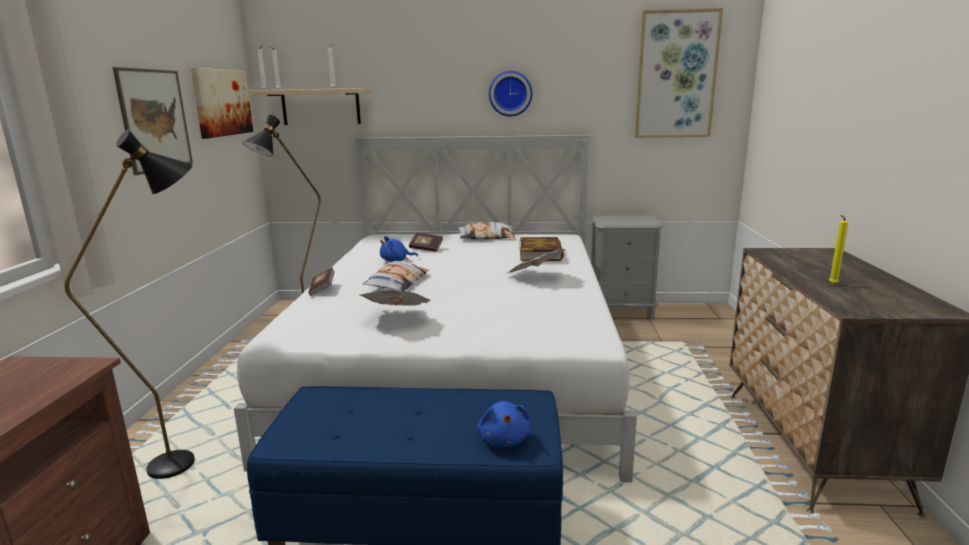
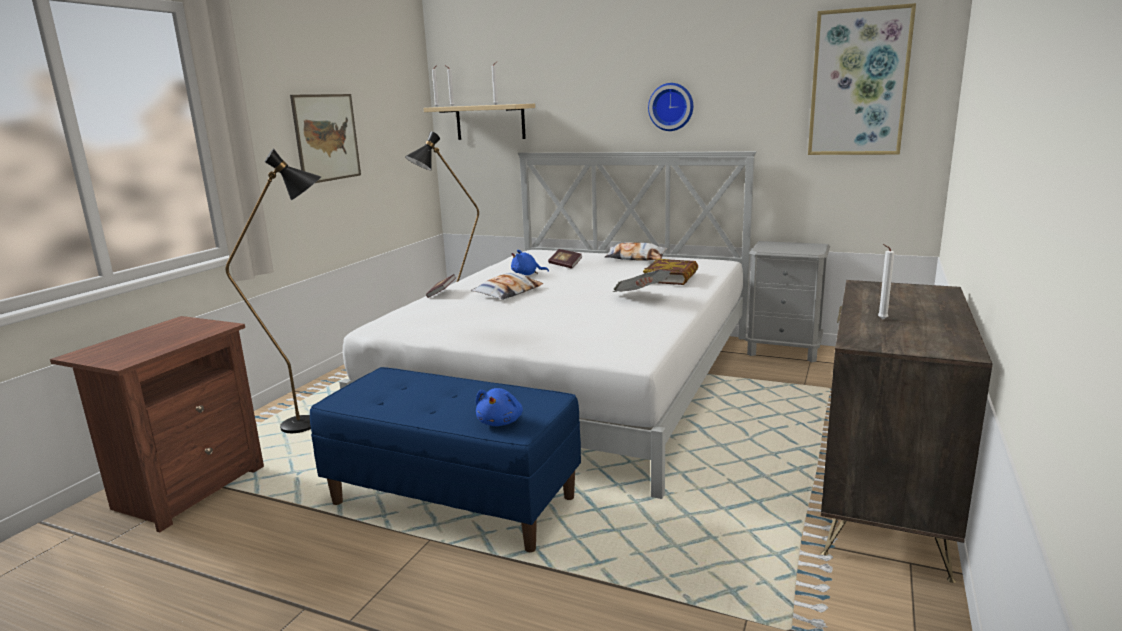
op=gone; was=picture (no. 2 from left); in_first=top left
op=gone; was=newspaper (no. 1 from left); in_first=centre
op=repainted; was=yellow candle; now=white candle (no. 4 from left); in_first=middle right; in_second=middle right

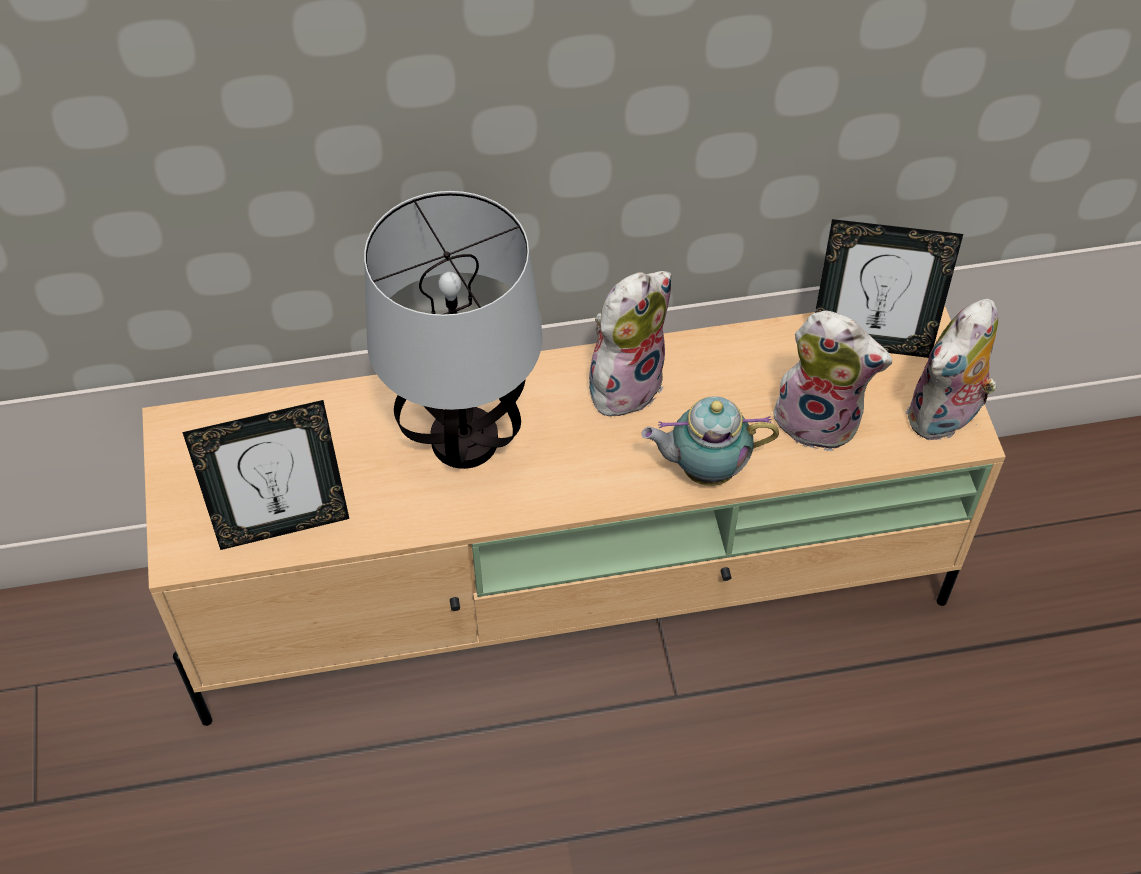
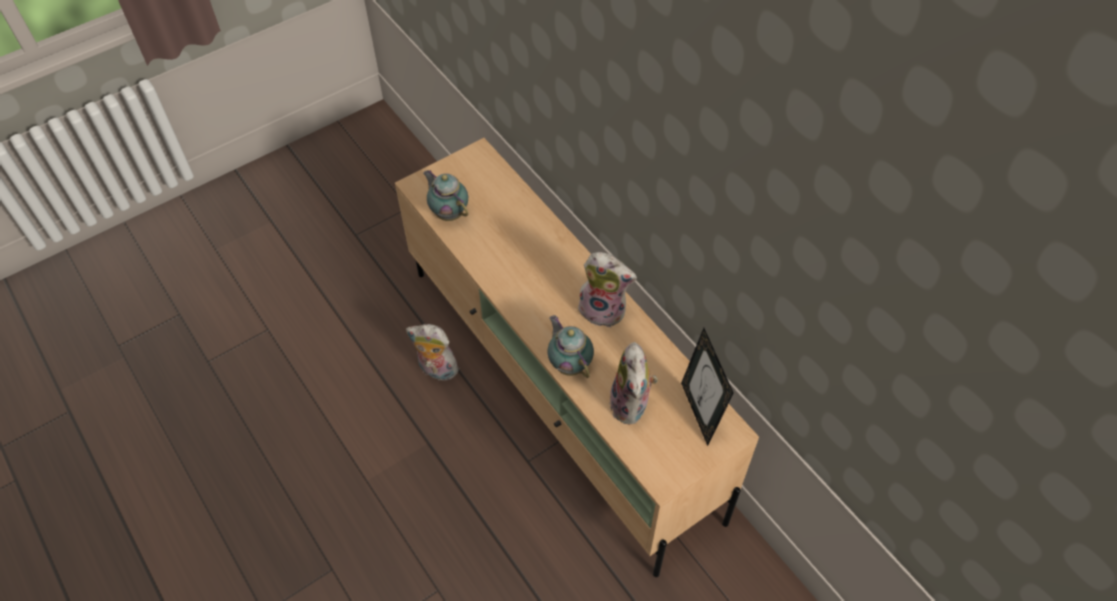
op=swapped; was=picture frame (no. 1 from left); now=teapot (no. 1 from left); in_first=middle left; in_second=top centre
op=gone; was=table lamp; in_first=centre
op=shifted; was=plush toy (no. 3 from left in the first image); now=plush toy (no. 1 from left); in_first=middle right; in_second=centre

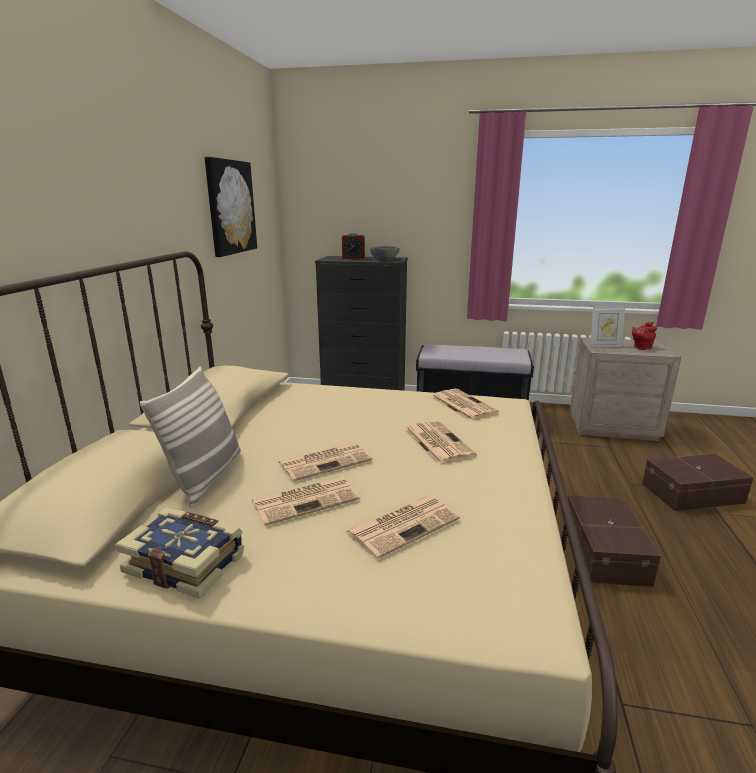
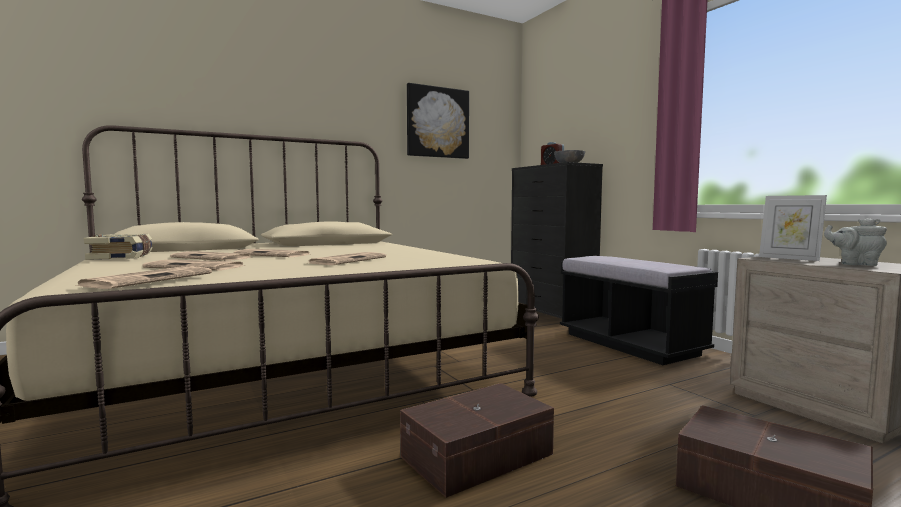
op=gone; was=pillow; in_first=middle left
op=shifted; was=newspaper (no. 5 from left in the first image); now=newspaper (no. 1 from left); in_first=centre; in_second=middle left
op=repainted; was=red teapot; now=grey teapot; in_first=middle right; in_second=middle right

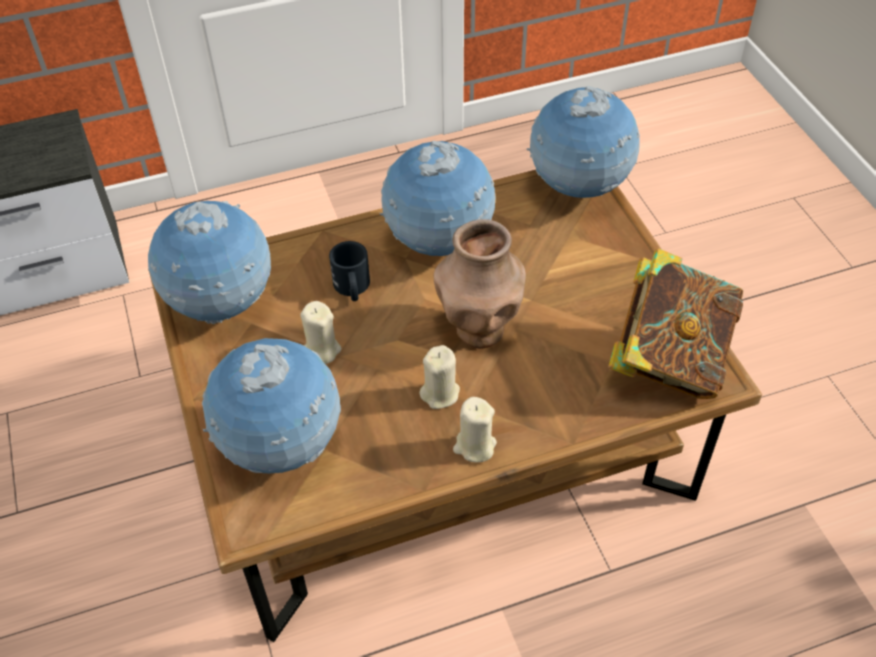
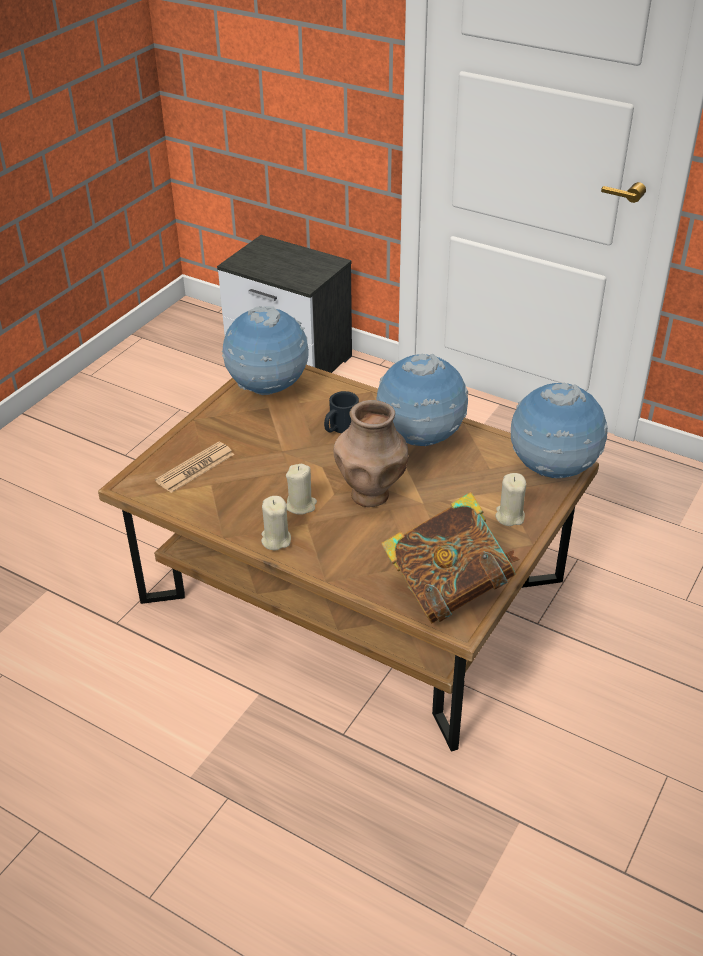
op=swapped; was=globe (no. 2 from left); now=newspaper; in_first=middle left; in_second=middle left
op=shifted; was=beige candle (no. 1 from left in the first image); now=beige candle (no. 3 from left); in_first=centre; in_second=middle right

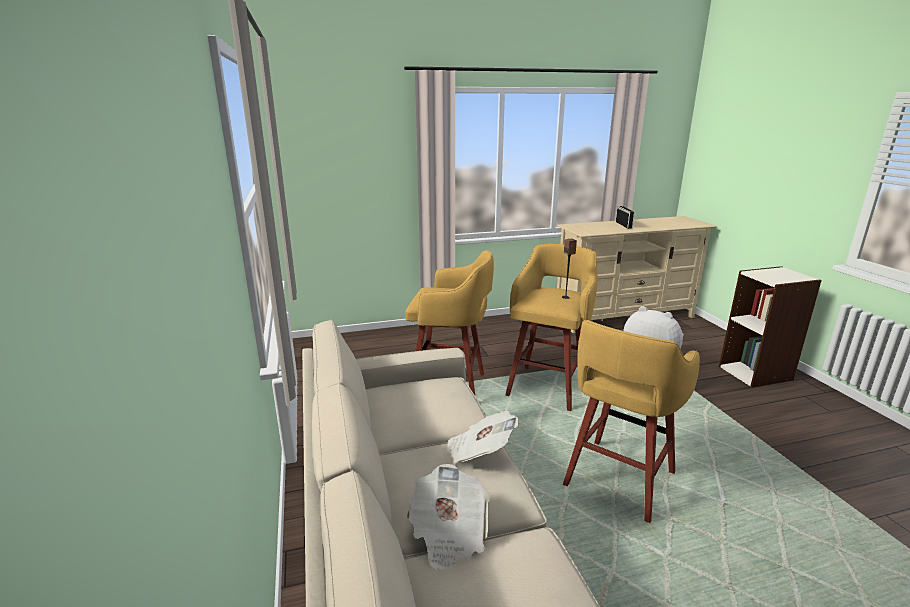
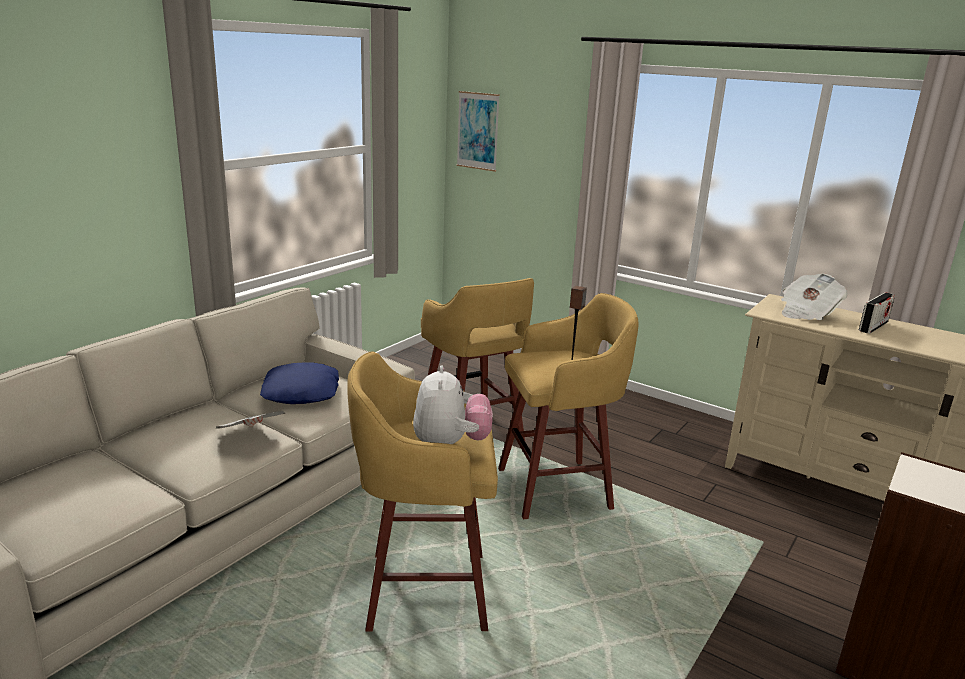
op=shifted; was=newspaper (no. 1 from left in the first image); now=newspaper (no. 2 from left); in_first=bottom centre; in_second=middle right
op=new; now=blue pillow; in_second=middle left
op=new; now=picture; in_second=top centre

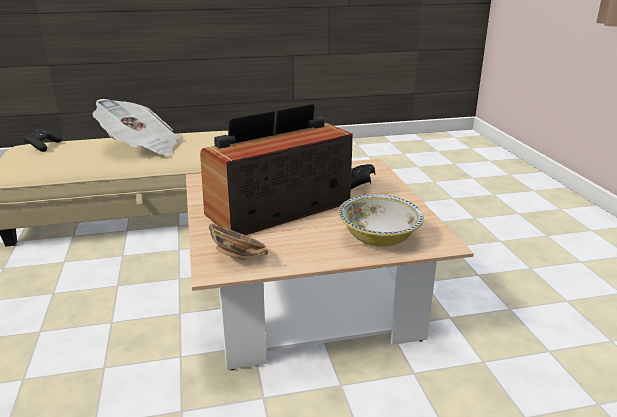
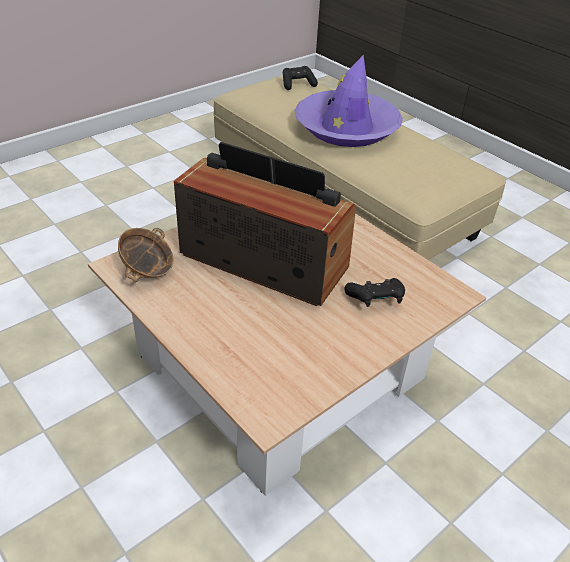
op=swapped; was=newspaper; now=purple hat; in_first=top left; in_second=top centre
op=gone; was=bowl (no. 2 from left); in_first=centre

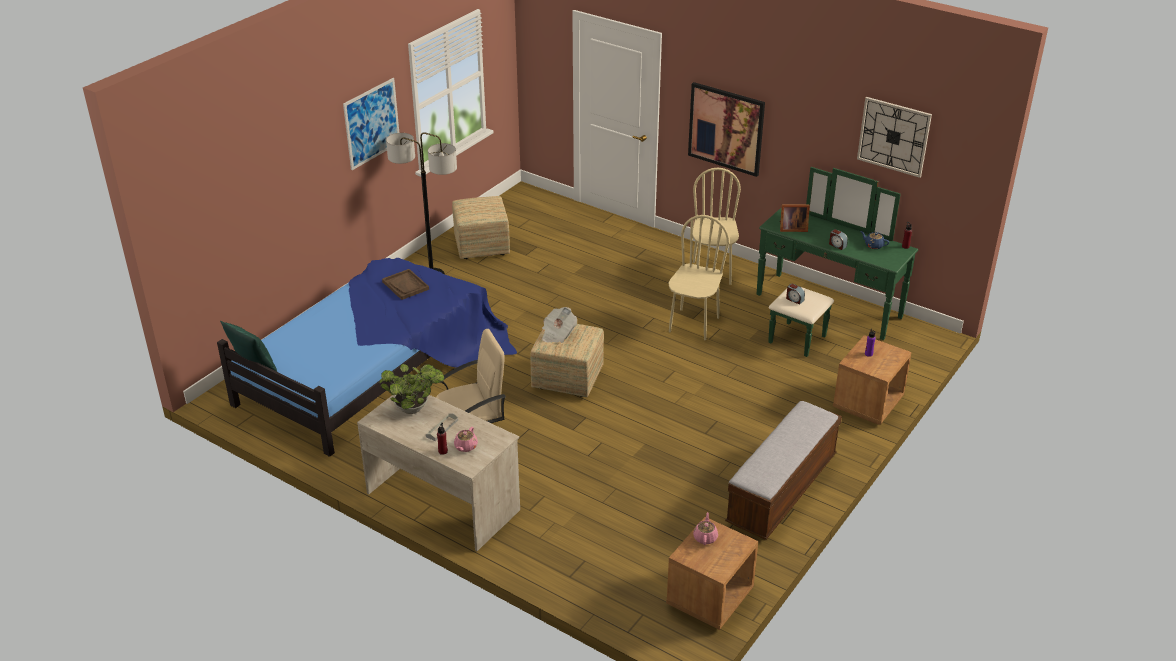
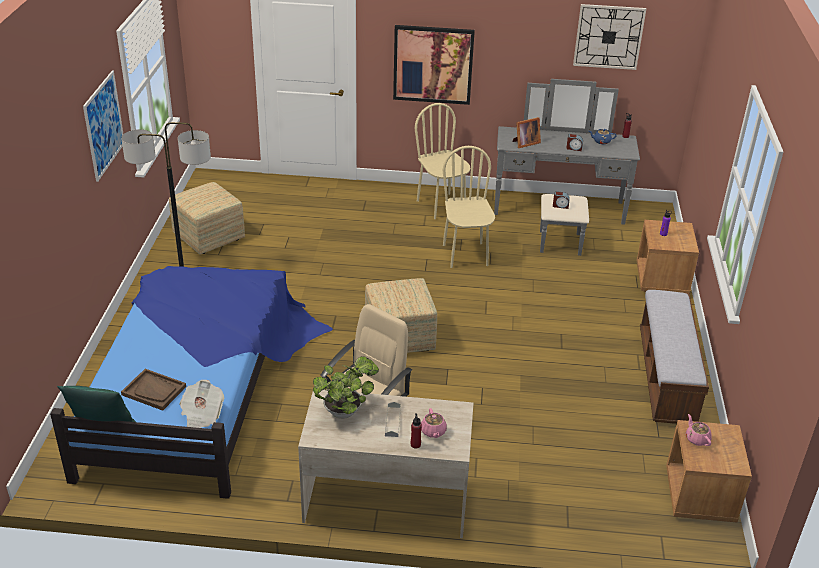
op=shifted; was=brown tray; in_first=centre; in_second=bottom left
op=shifted; was=newspaper; in_first=centre; in_second=bottom left
op=repainted; was=green dresser; now=grey dresser; in_first=middle right; in_second=top right

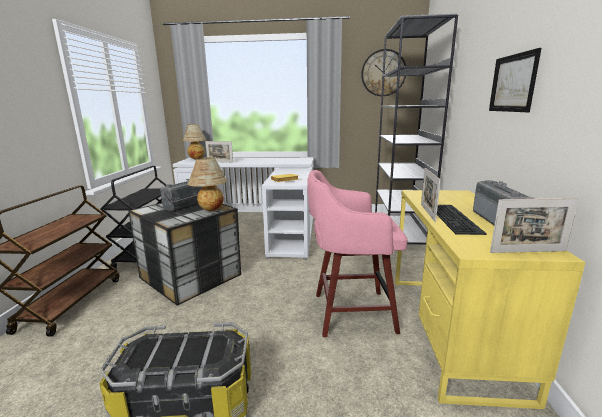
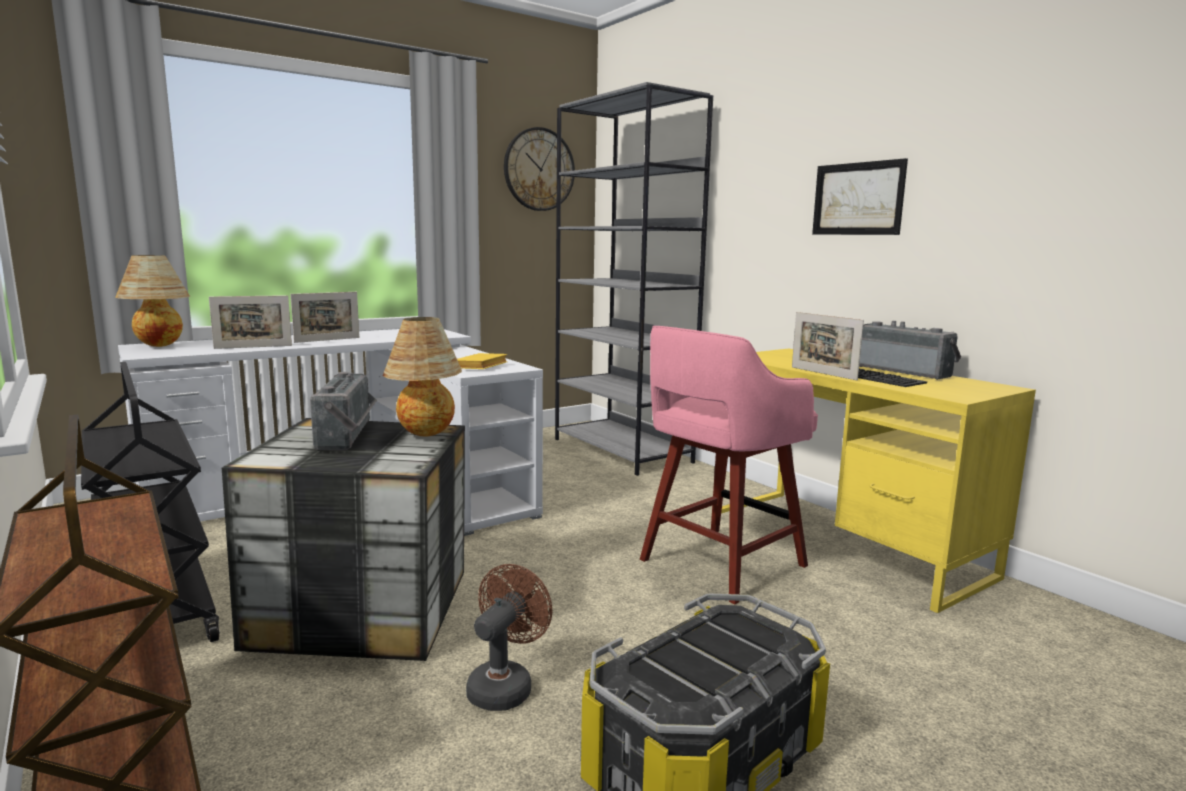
op=shifted; was=picture frame (no. 3 from left in the first image); now=picture frame (no. 2 from left); in_first=middle right; in_second=middle left
op=new; now=brown fan; in_second=bottom centre

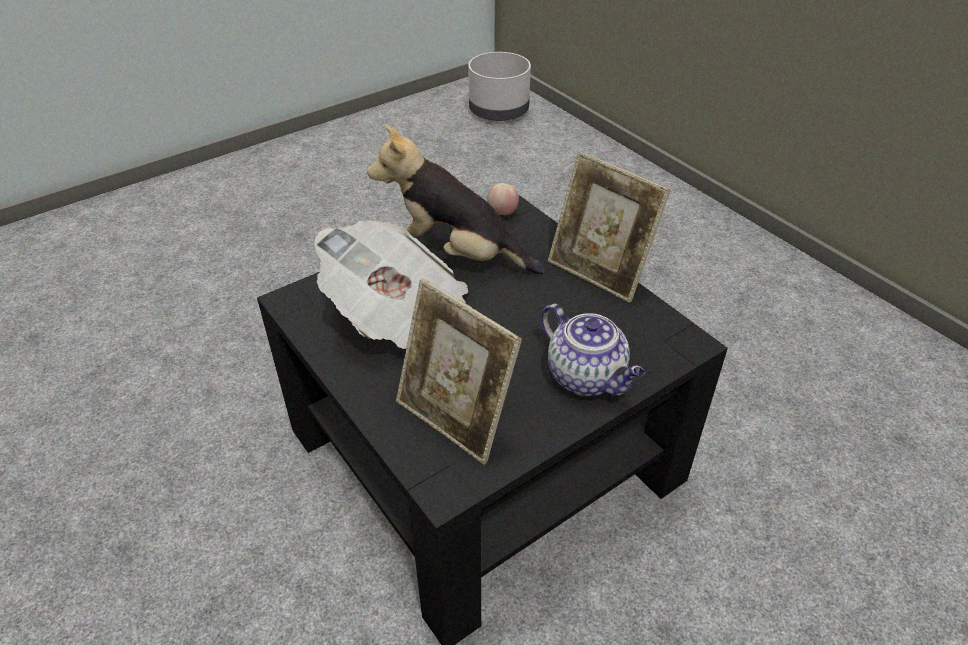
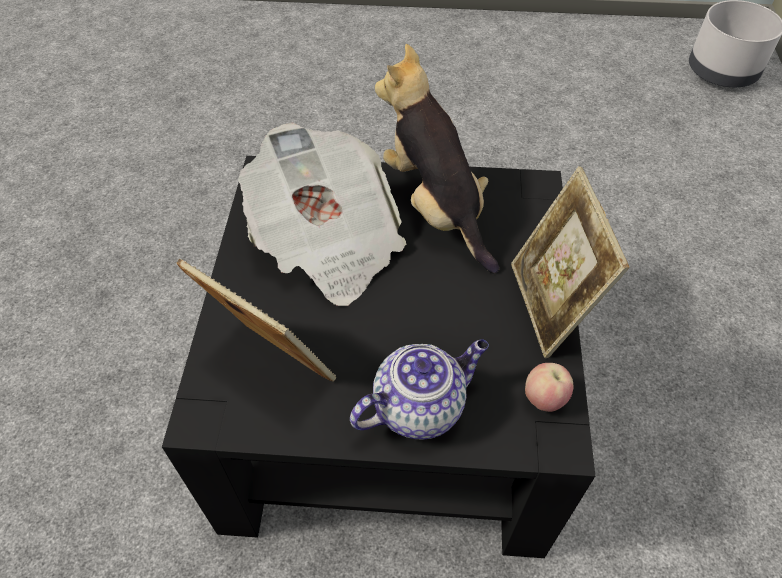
op=rotated; was=picture frame (no. 1 from left); in_first=centre; in_second=middle left; clockwise=135
op=shifted; was=apple; in_first=top centre; in_second=bottom right
op=rotated; was=teapot; in_first=centre; in_second=bottom centre; clockwise=-120

